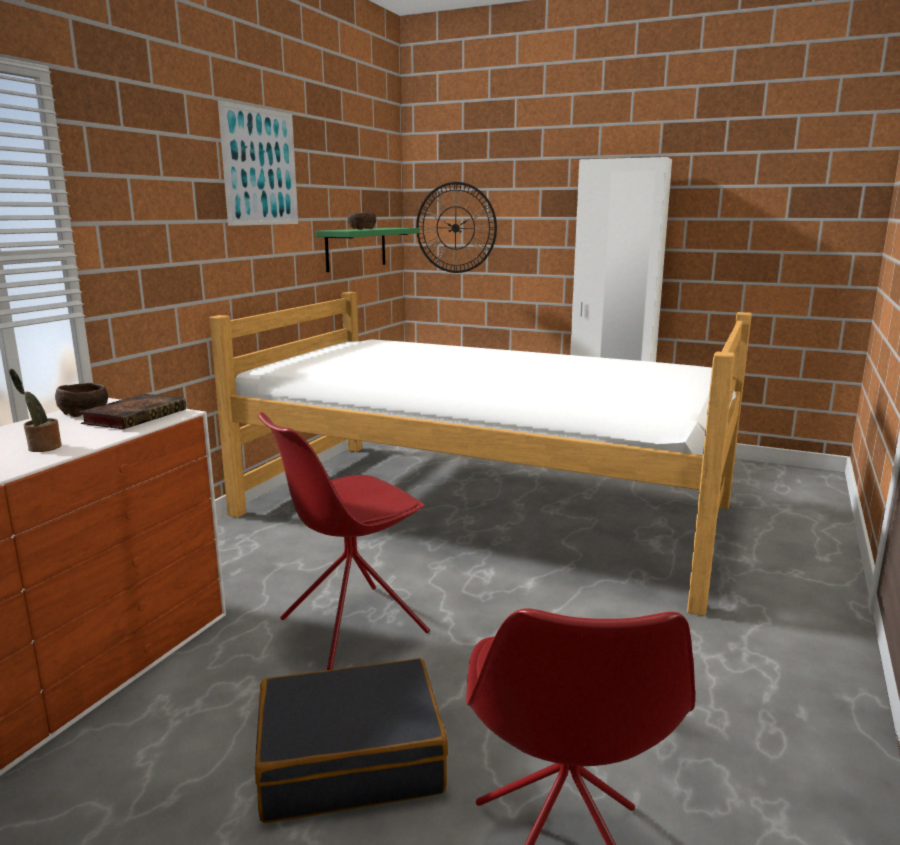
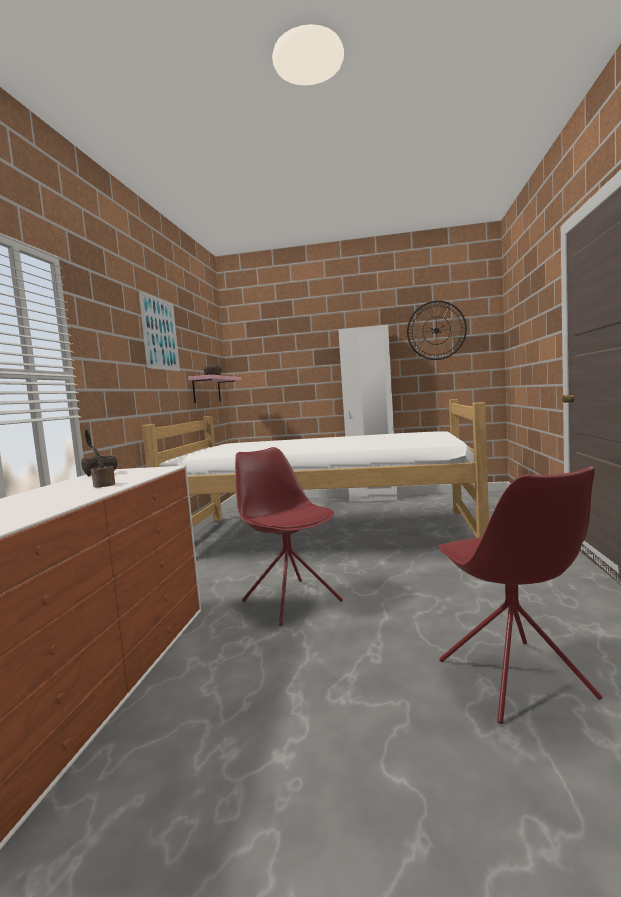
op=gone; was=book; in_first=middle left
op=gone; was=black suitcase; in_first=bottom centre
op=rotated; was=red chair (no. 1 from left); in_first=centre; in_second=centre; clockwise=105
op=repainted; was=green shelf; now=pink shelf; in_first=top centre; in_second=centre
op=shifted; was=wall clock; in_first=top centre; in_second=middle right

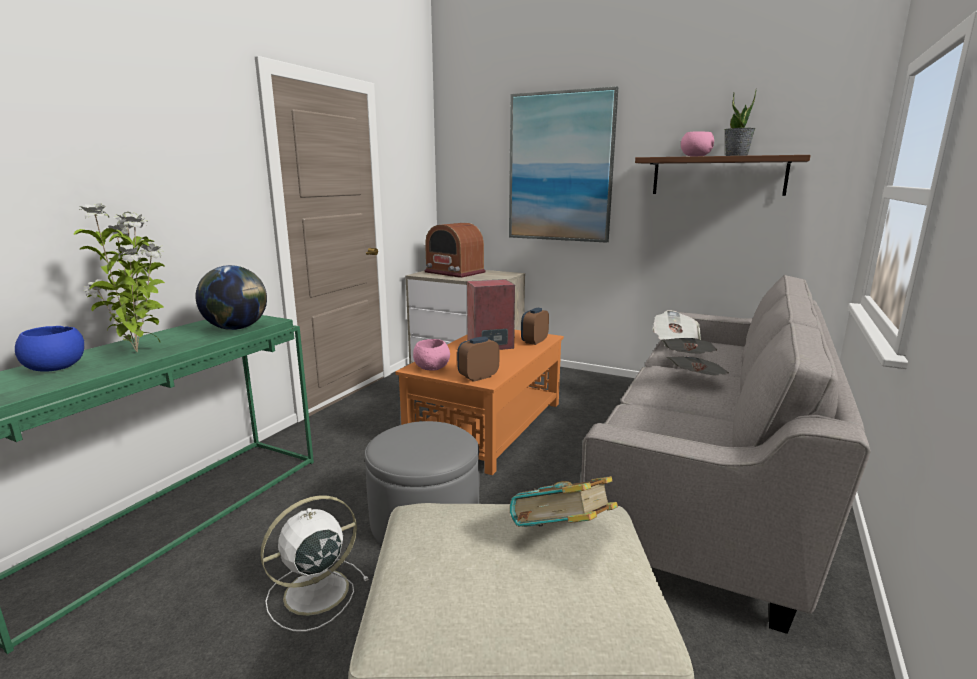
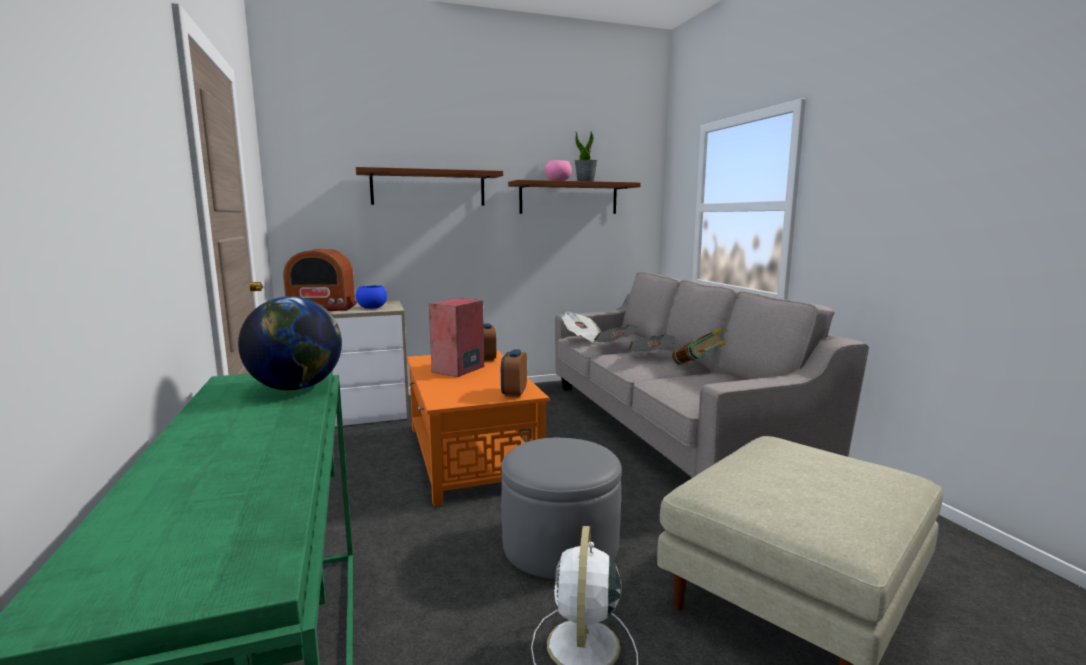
op=shifted; was=blue bowl; in_first=middle left; in_second=centre
op=gone; was=potted plant (no. 1 from left); in_first=middle left
op=gone; was=pink bowl (no. 1 from left); in_first=centre
op=swapped; was=picture; now=brown shelf (no. 1 from left); in_first=top centre; in_second=top centre
op=shifted; was=book; in_first=bottom centre; in_second=centre

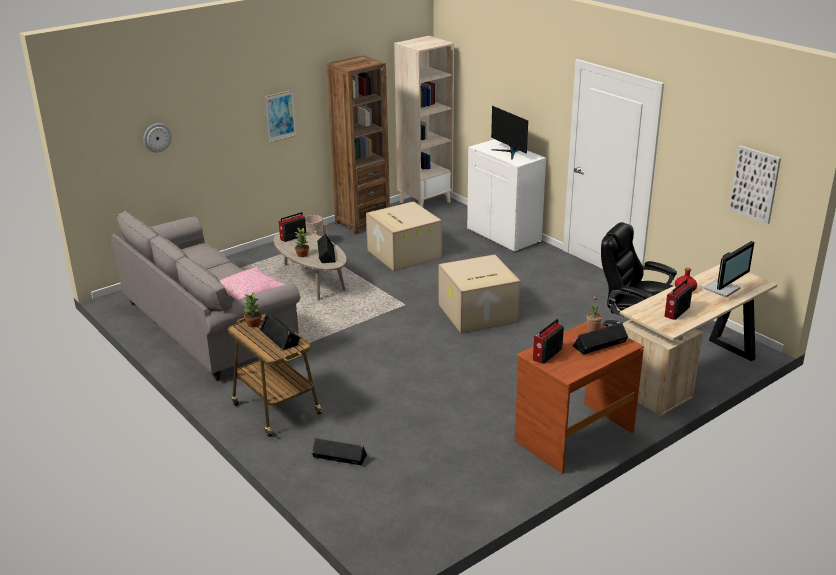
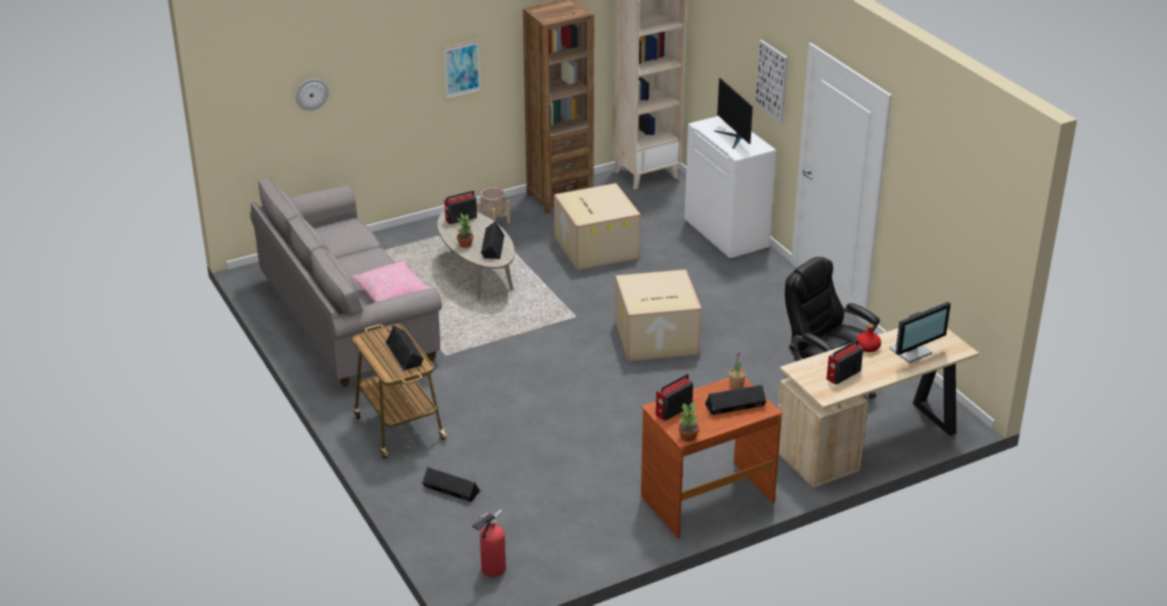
op=shifted; was=potted plant (no. 1 from left in the first image); now=potted plant (no. 2 from left); in_first=middle left; in_second=bottom centre
op=shifted; was=picture (no. 2 from left); in_first=top right; in_second=top centre
op=new; now=fire extinguisher; in_second=bottom centre

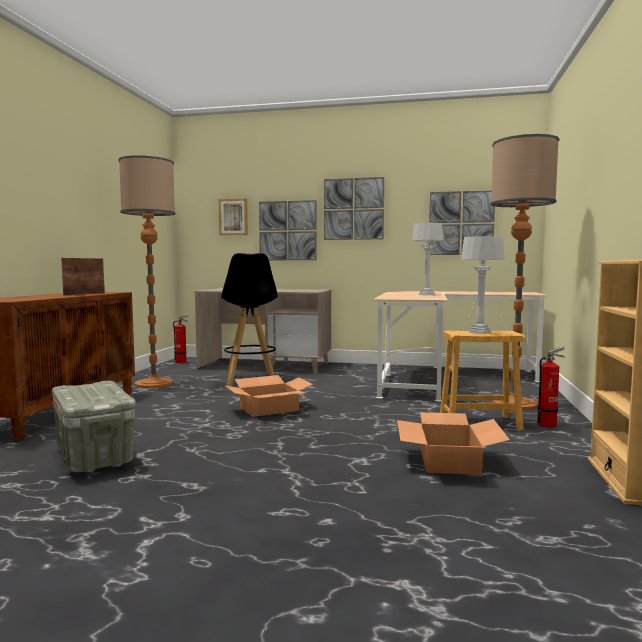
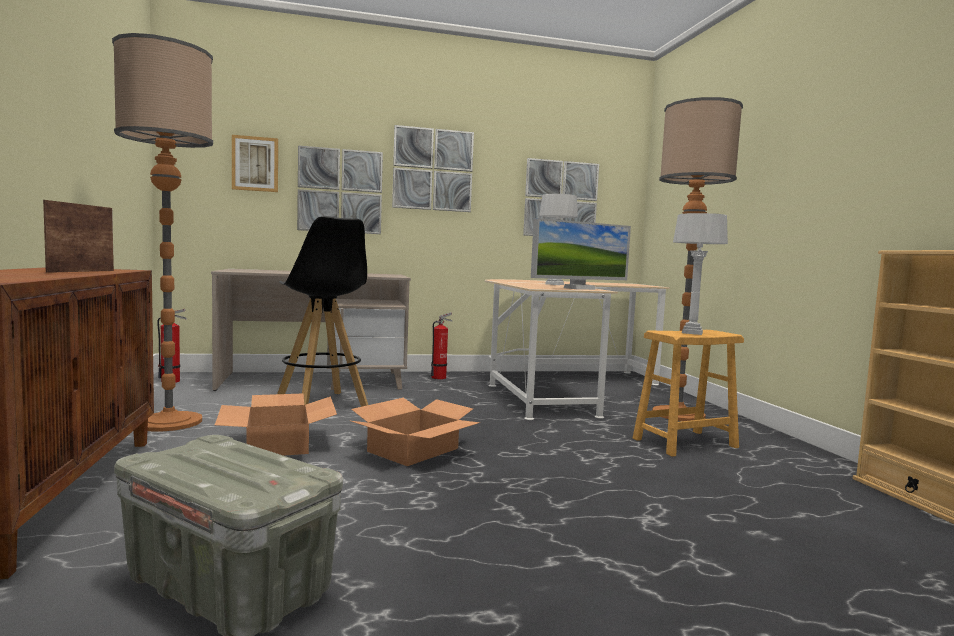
op=shifted; was=cardboard box (no. 2 from left in the first image); now=cardboard box (no. 1 from left); in_first=bottom right; in_second=bottom left
op=shifted; was=fire extinguisher (no. 2 from left); in_first=middle right; in_second=centre
op=new; now=monitor; in_second=centre

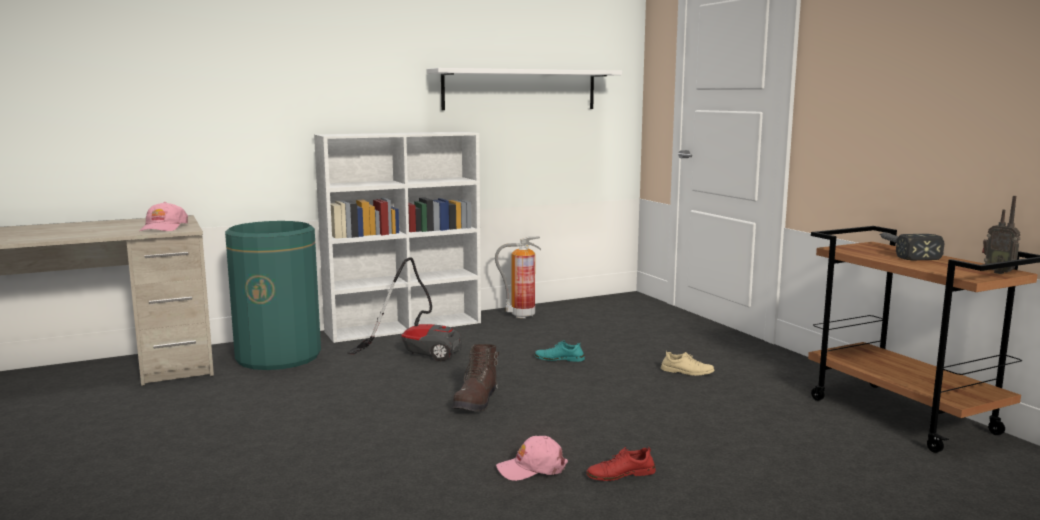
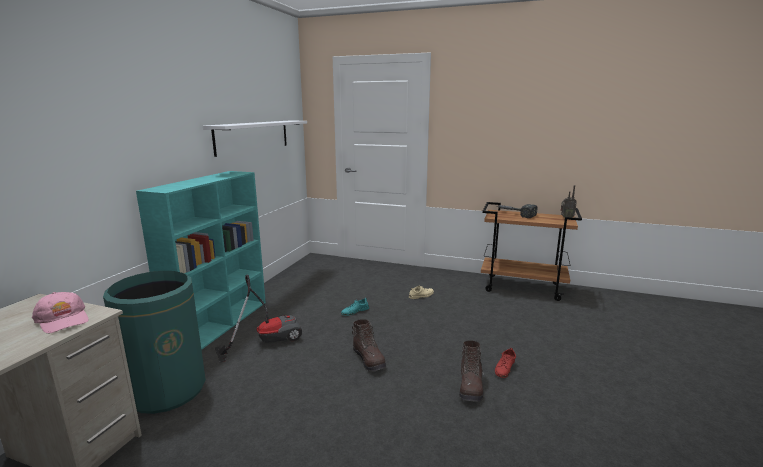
op=repainted; was=white bookcase; now=turquoise bookcase; in_first=centre; in_second=middle left
op=gone; was=fire extinguisher; in_first=centre
op=swapped; was=pink cap (no. 2 from left); now=brown boot (no. 2 from left); in_first=bottom centre; in_second=bottom centre

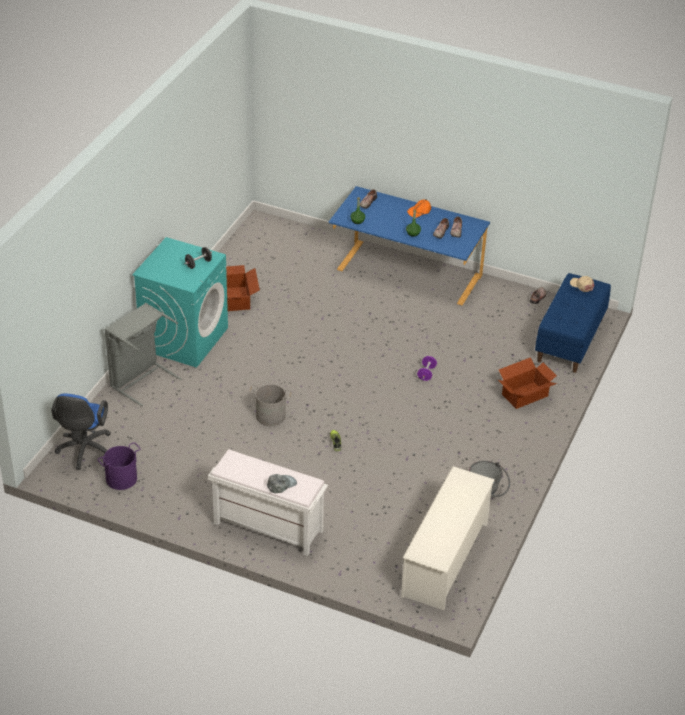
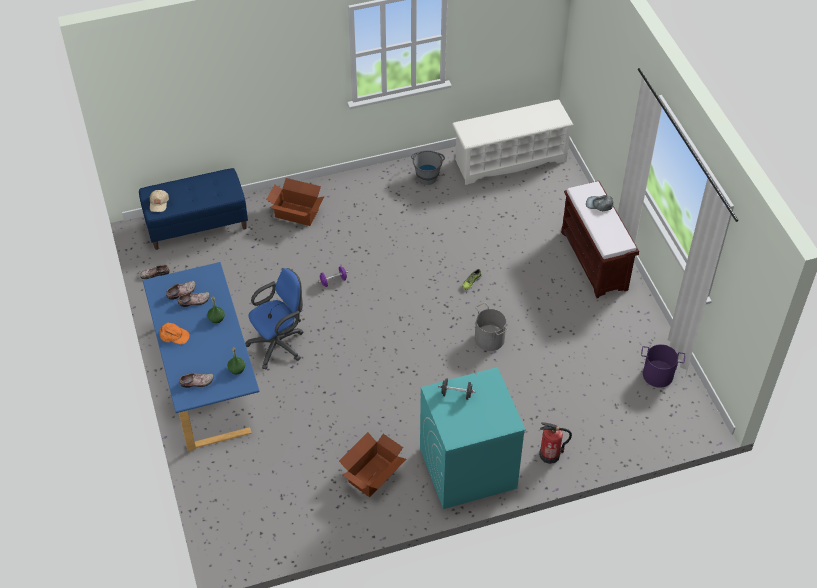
op=shifted; was=blue office chair; in_first=middle left; in_second=centre
op=swapped; was=grey laundry basket; now=fire extinguisher; in_first=middle left; in_second=bottom right
op=repainted; was=white bench; now=brown bench; in_first=bottom centre; in_second=middle right

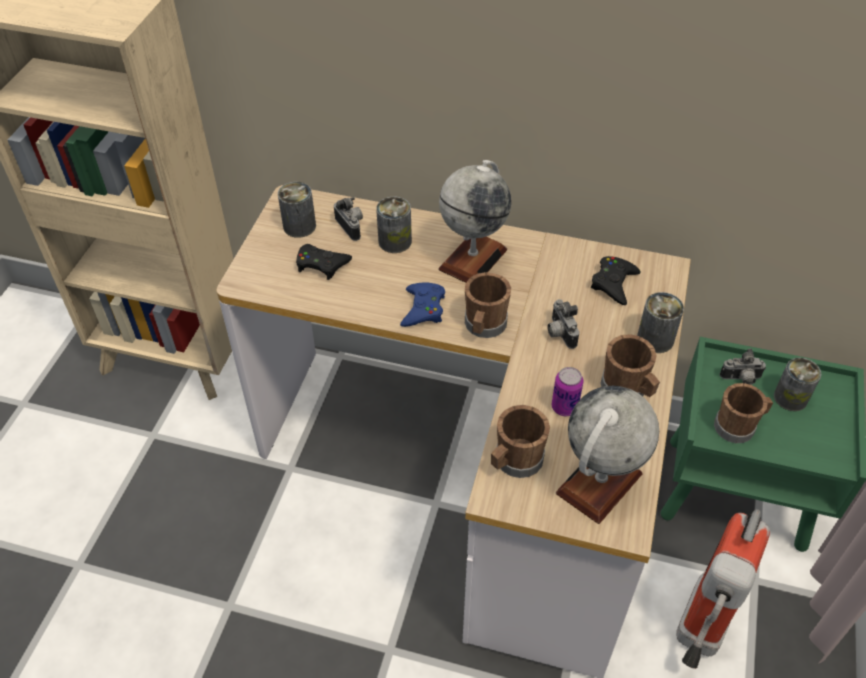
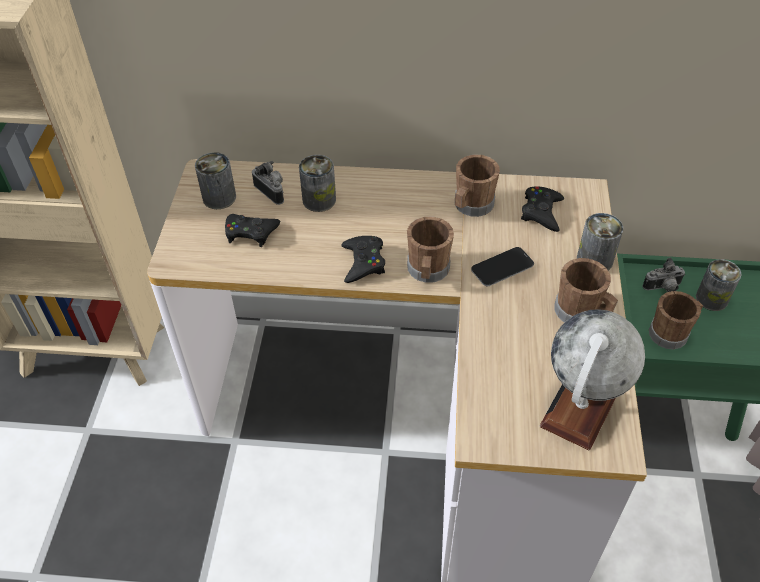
op=repainted; was=blue game controller; now=black game controller (no. 2 from left); in_first=centre; in_second=centre
op=gone; was=globe (no. 1 from left); in_first=top centre
op=shifted; was=brown mug (no. 2 from left); in_first=centre; in_second=top centre
op=swapped; was=photo camera (no. 2 from left); now=phone; in_first=centre; in_second=centre
op=gone; was=can (no. 3 from left); in_first=centre
op=gone; was=fire extinguisher; in_first=bottom right

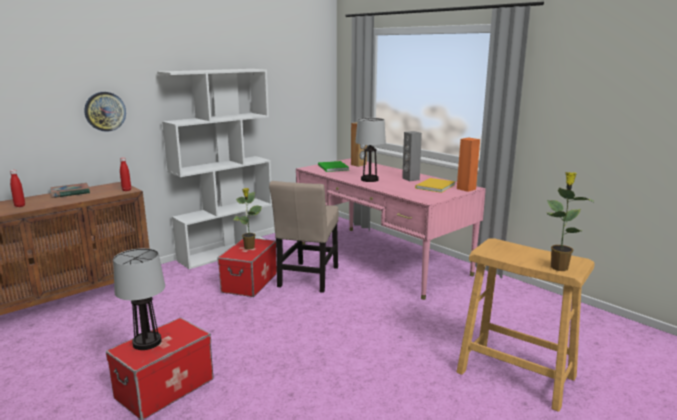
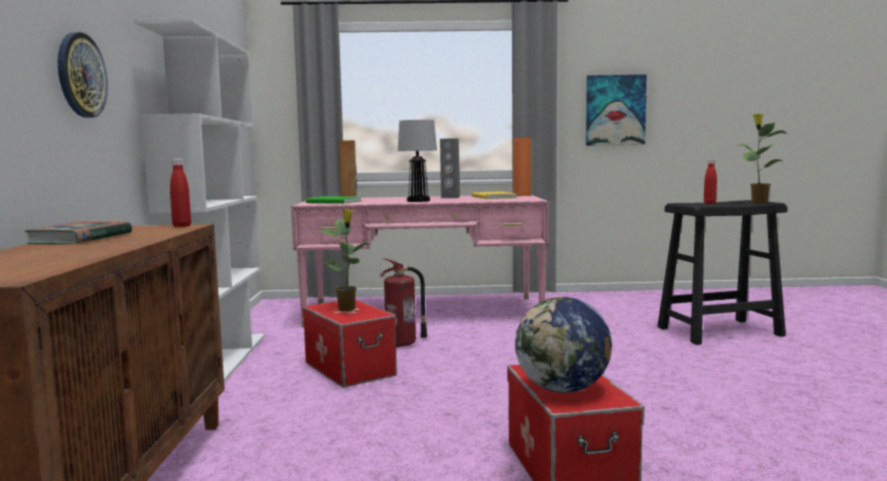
op=shifted; was=red bottle (no. 1 from left in the first image); now=red bottle (no. 2 from left); in_first=middle left; in_second=middle right
op=swapped; was=table lamp (no. 1 from left); now=globe; in_first=bottom left; in_second=bottom centre
op=swapped; was=beige chair; now=fire extinguisher; in_first=centre; in_second=centre
op=repainted; was=beige stool; now=black stool; in_first=bottom right; in_second=middle right
op=new; now=picture; in_second=top right

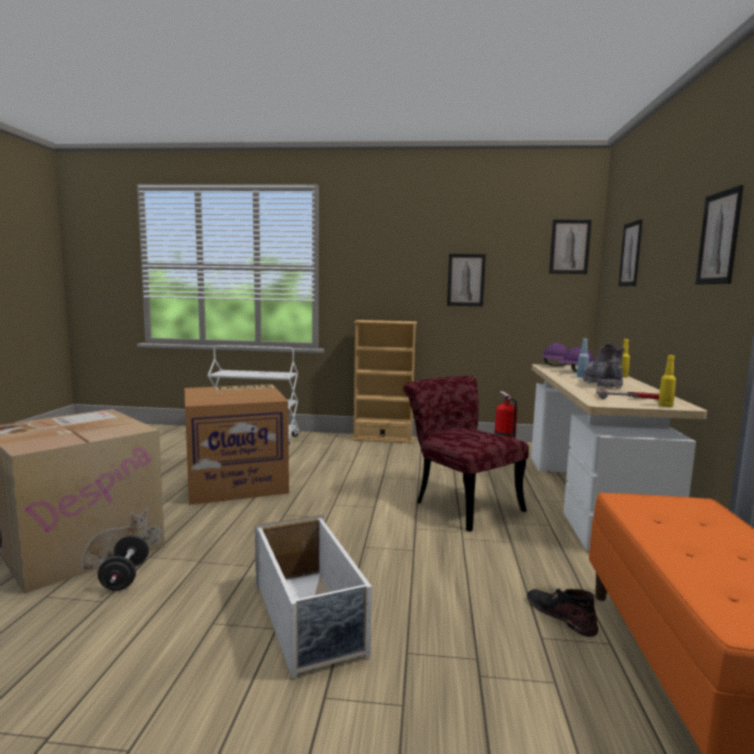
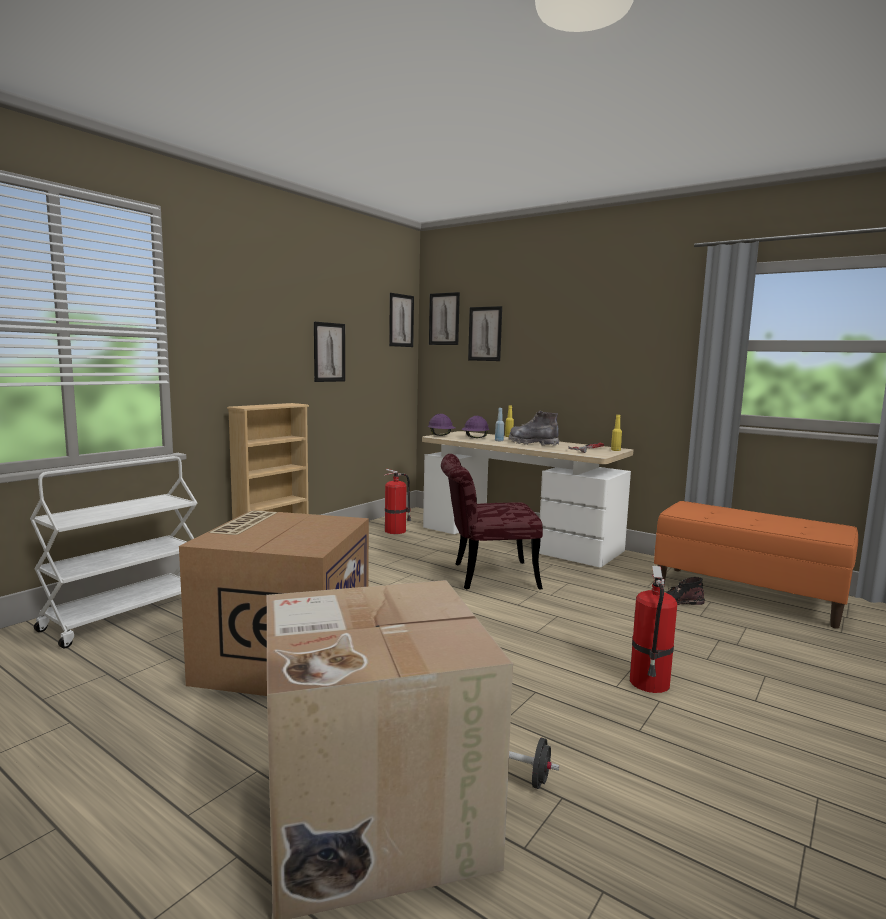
op=swapped; was=white storage box; now=fire extinguisher (no. 2 from left); in_first=bottom centre; in_second=bottom right
op=shifted; was=picture (no. 4 from left in the first image); now=picture (no. 3 from left); in_first=top right; in_second=centre

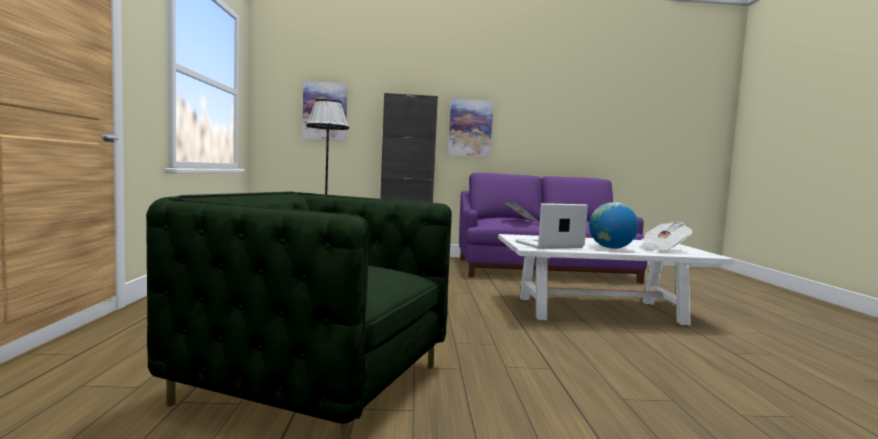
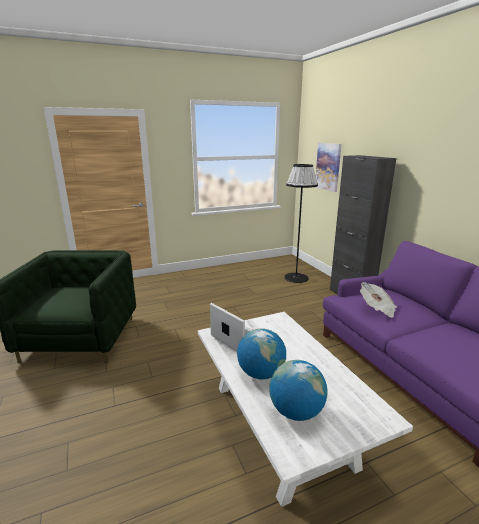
op=gone; was=picture (no. 2 from left); in_first=top centre
op=swapped; was=newspaper (no. 2 from left); now=globe (no. 2 from left); in_first=middle right; in_second=bottom centre

